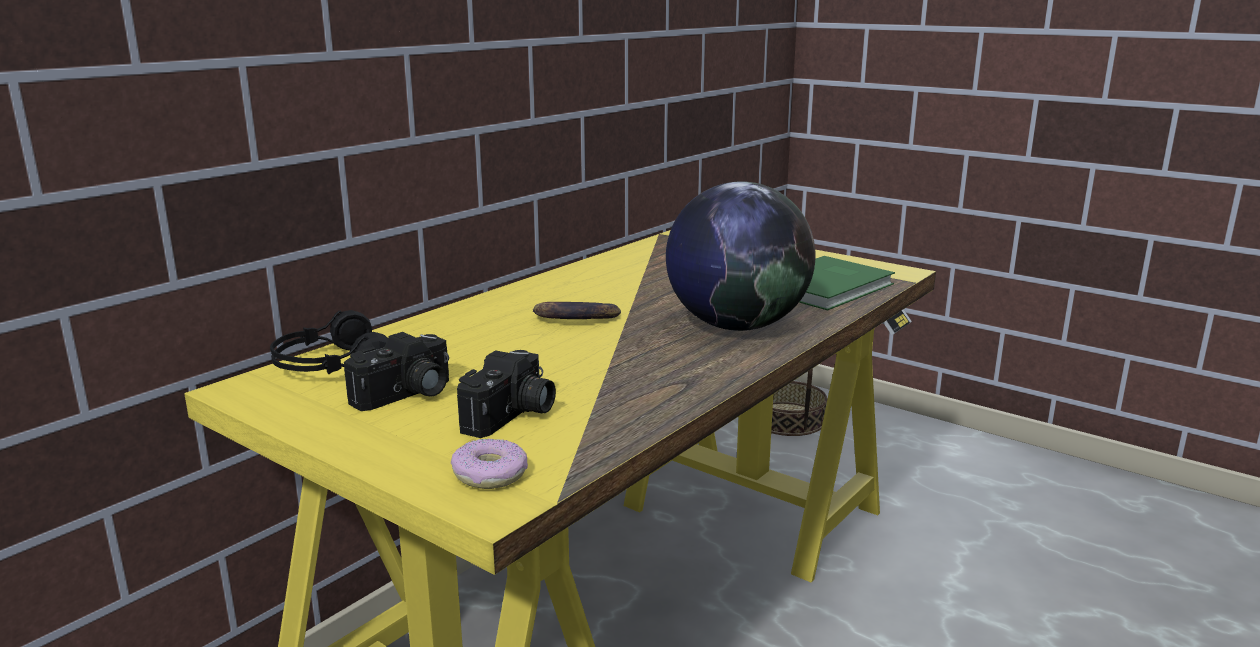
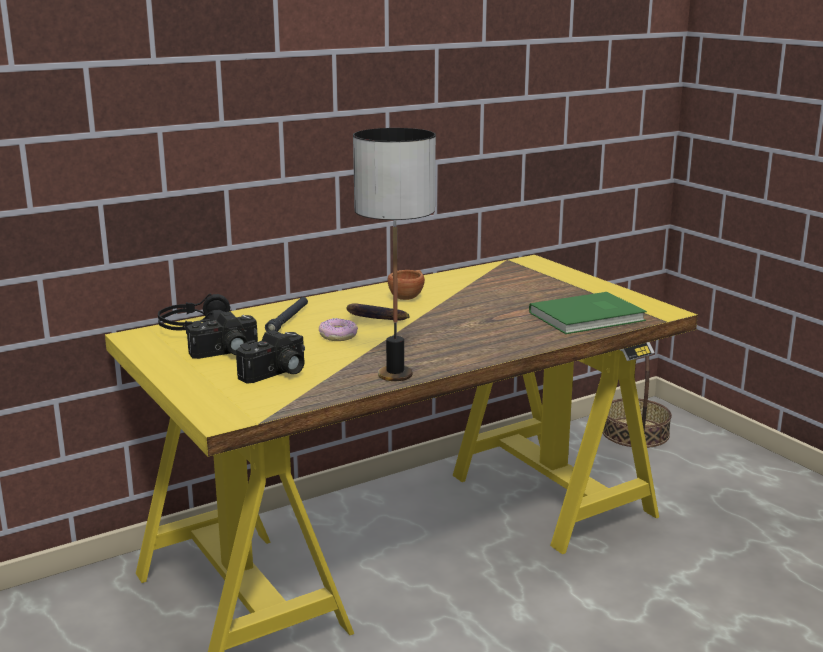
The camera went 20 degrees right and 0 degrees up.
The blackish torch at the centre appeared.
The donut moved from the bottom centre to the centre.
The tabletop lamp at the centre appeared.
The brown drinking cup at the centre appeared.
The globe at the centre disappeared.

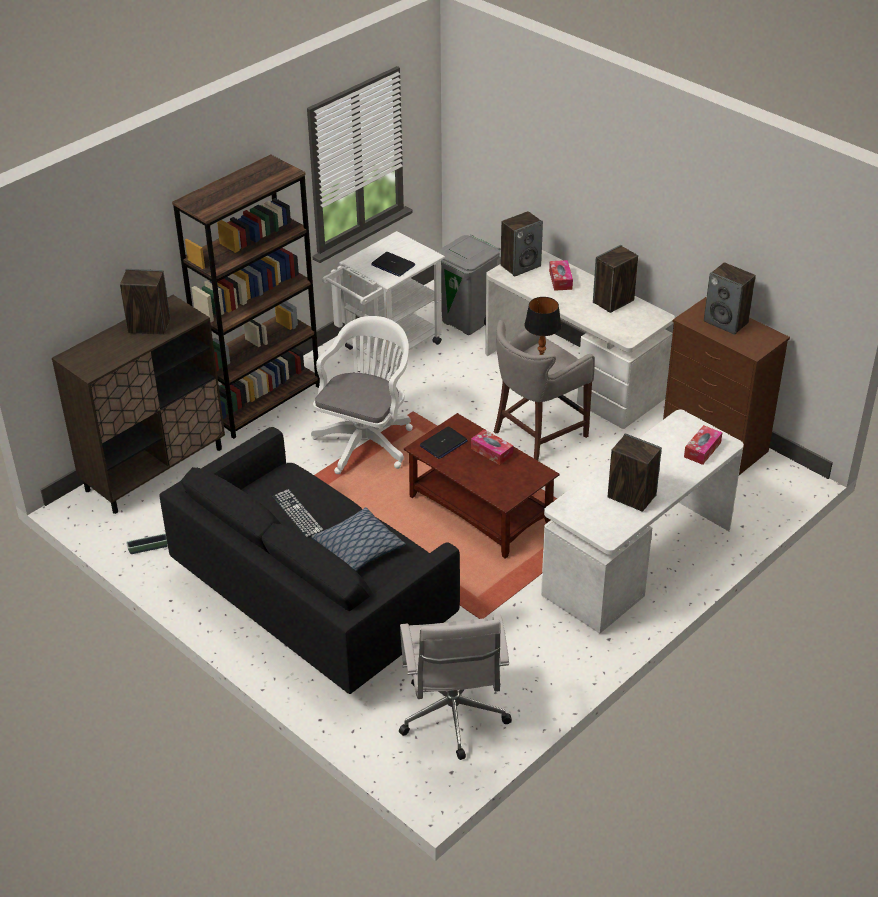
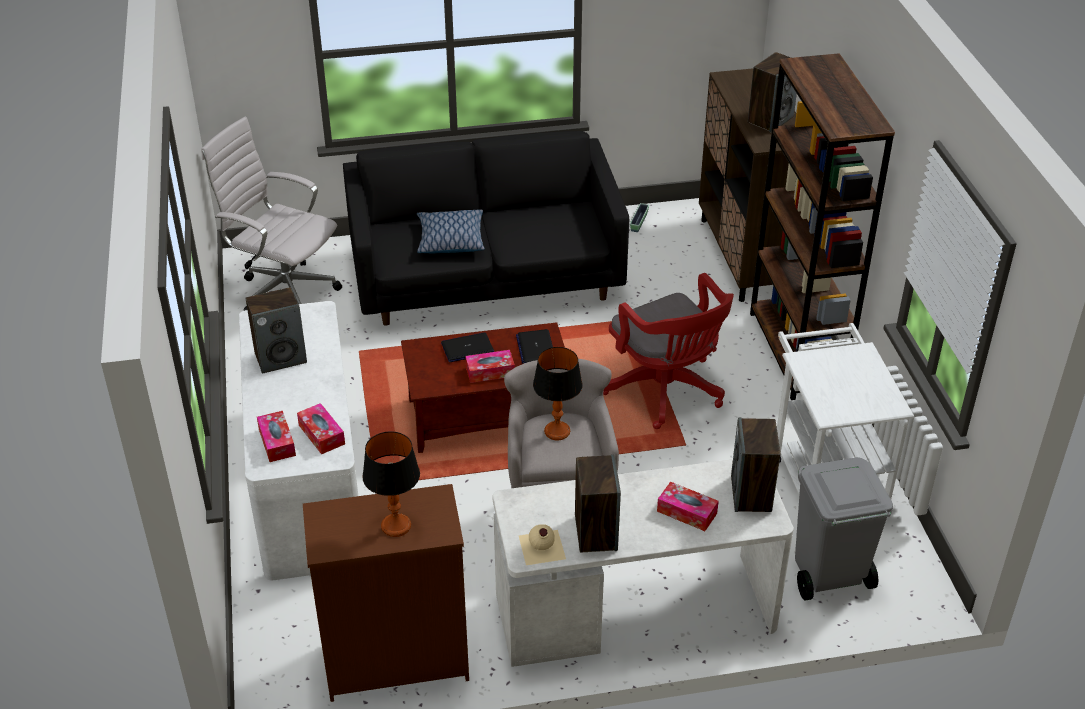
The camera went 125 degrees right and 0 degrees up.
The tissue holder (2nd from left) at the middle left appeared.
The audio speaker (5th from left) at the top right was replaced by the tabletop lamp (1st from left) at the bottom centre.
The portable computer (1st from left) moved from the top centre to the centre.
The beige bottle at the bottom centre appeared.
The whitish office chair (1st from left) at the centre became the red-coloured office chair at the centre.
The keyboard at the centre disappeared.

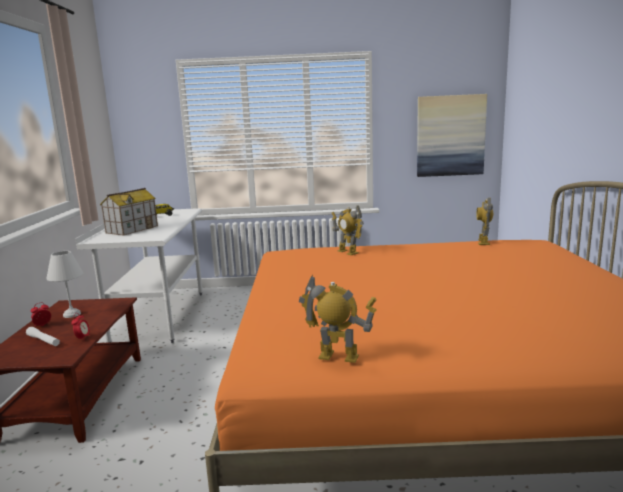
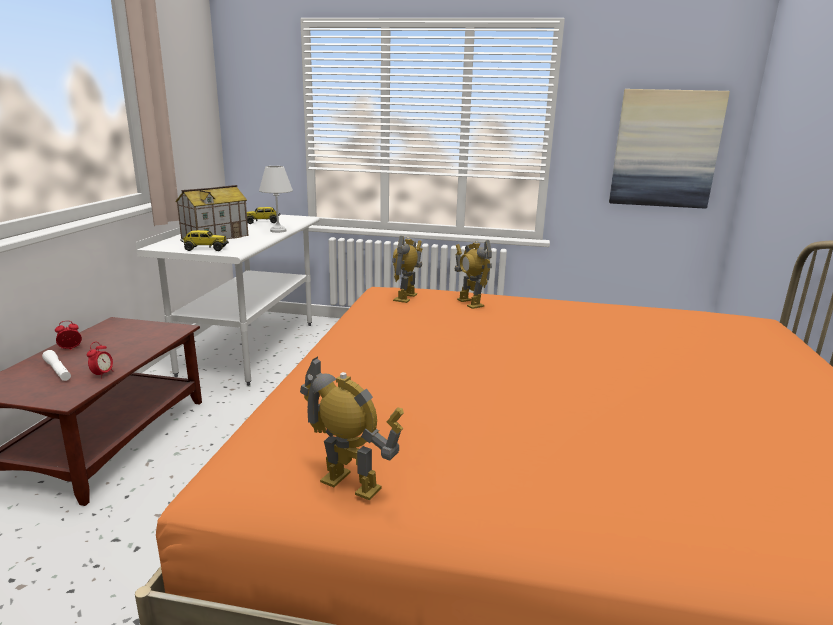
The camera went 10 degrees right and 5 degrees up.
The toy lorry (1st from left) at the middle left appeared.
The whitish tabletop lamp moved from the middle left to the top left.
The model robot (3rd from left in the first image) moved from the middle right to the centre.

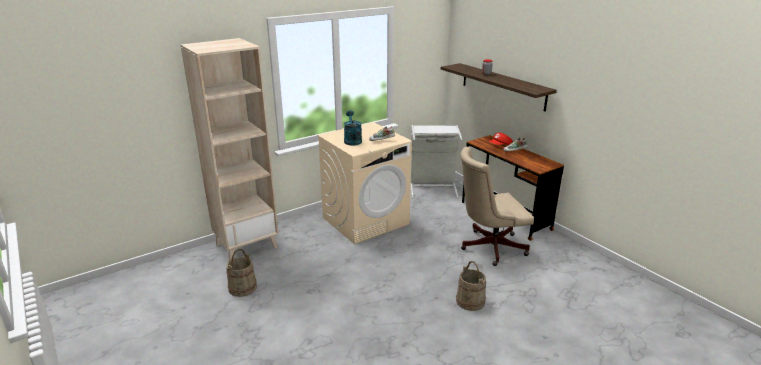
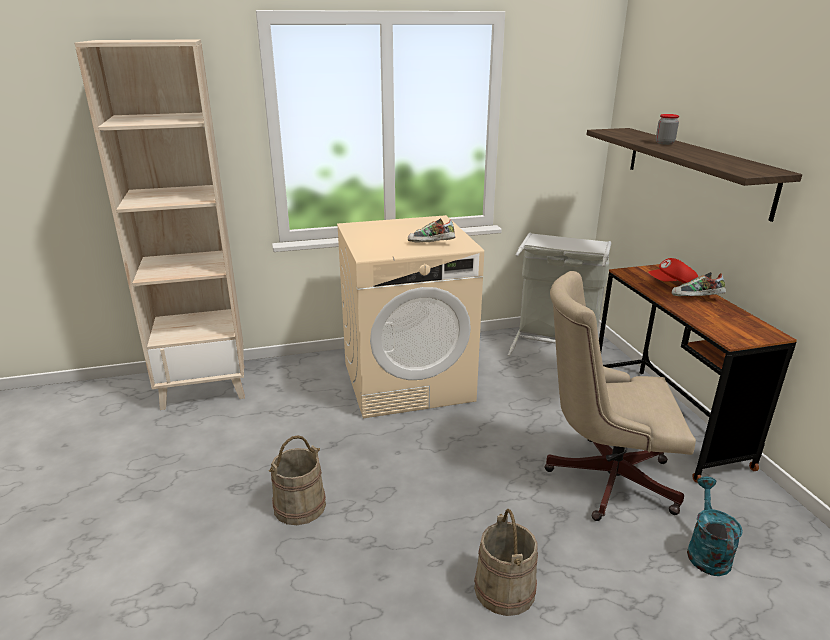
The camera went 20 degrees right and 0 degrees up.
The beige pail (1st from left) moved from the bottom left to the bottom centre.
The turquoise-coloured sprinkling can moved from the centre to the bottom right.

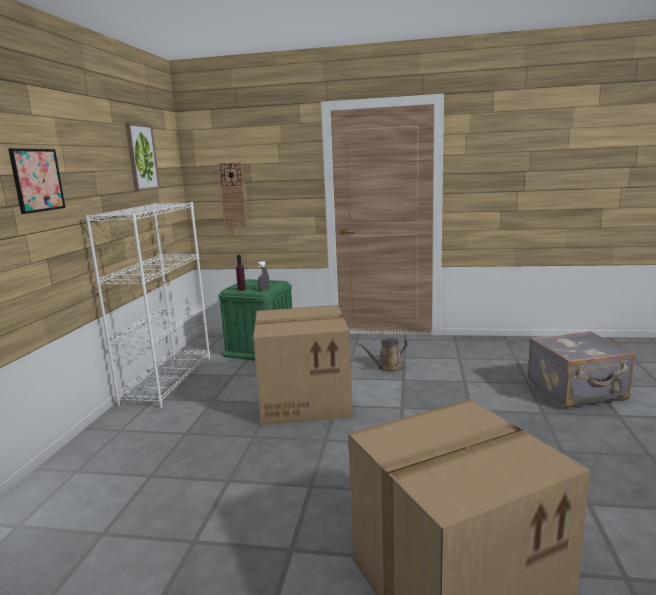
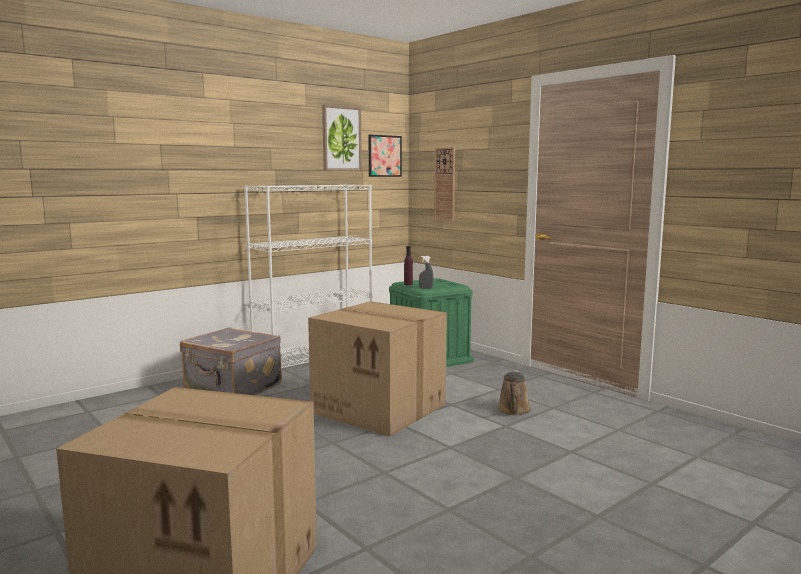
The camera went 40 degrees right and 5 degrees down.
The gray piece of luggage moved from the middle right to the middle left.
The wall art (1st from left in the first image) moved from the top left to the top centre.
The brown sprinkling can at the centre turned 90 degrees counterclockwise.

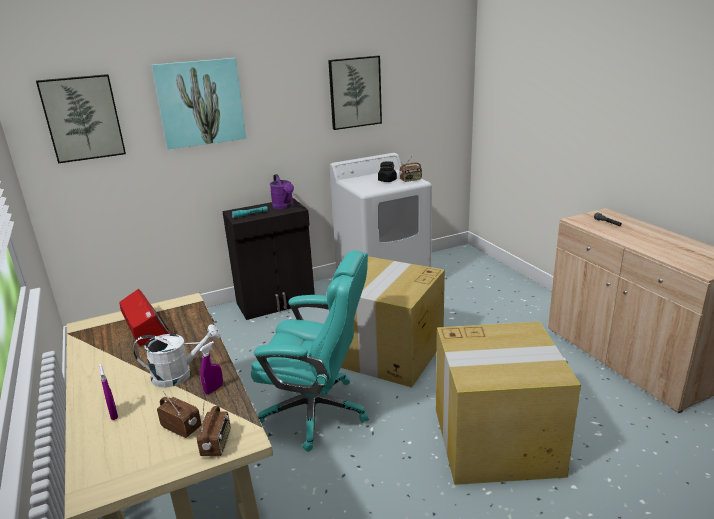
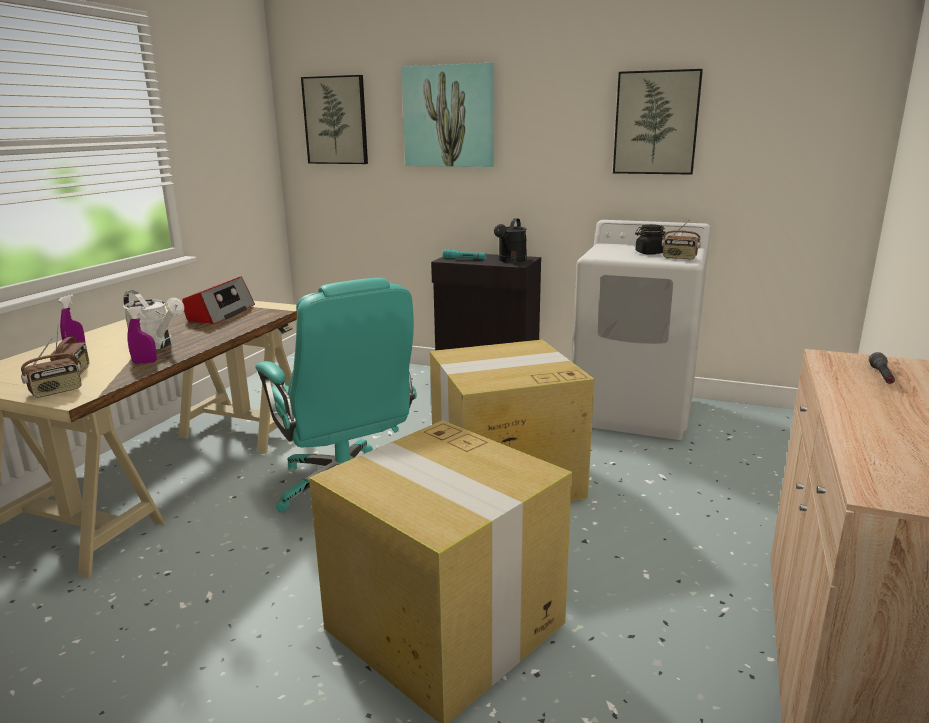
The camera went 45 degrees right and 5 degrees down.
The purplish sprinkling can at the centre became the blackish sprinkling can at the top centre.

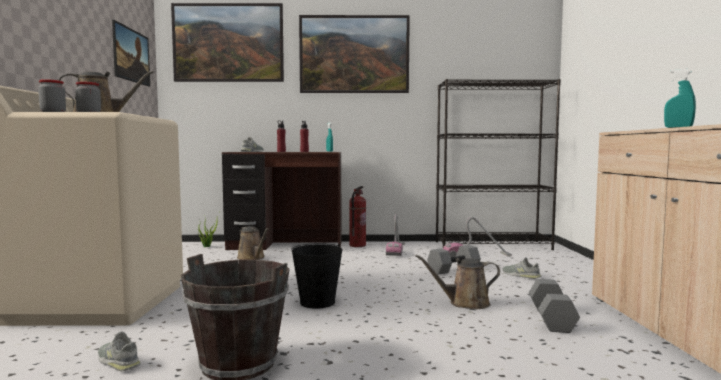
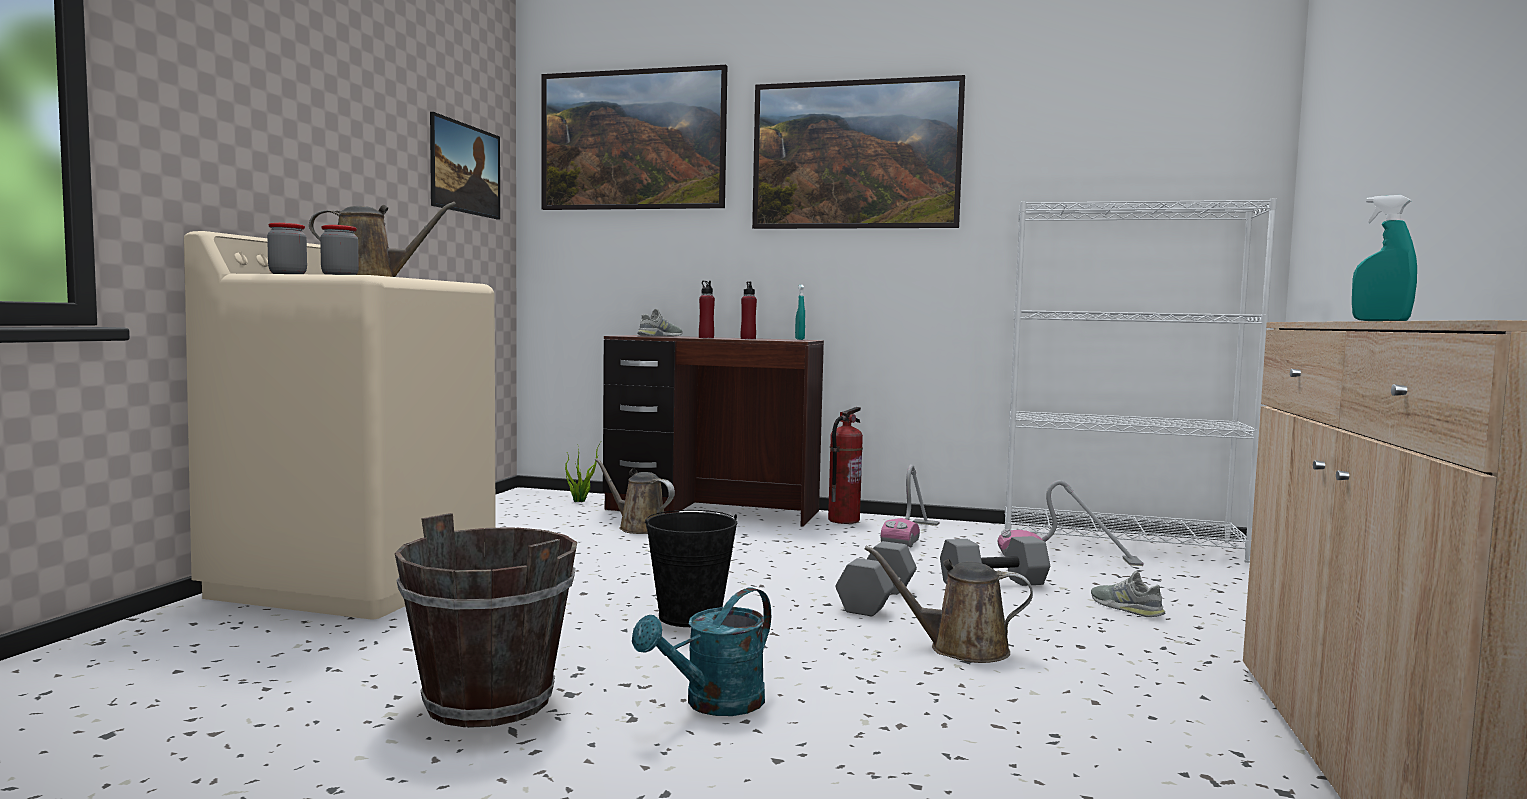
The camera went 15 degrees right and 0 degrees up.
The brown sprinkling can (2nd from left) at the centre turned 150 degrees clockwise.
The turquoise-coloured sprinkling can at the bottom centre appeared.
The gray hand weight (2nd from left in the first image) moved from the bottom right to the bottom centre.
The blackish bookcase at the middle right became the whitish bookcase at the middle right.
The gray low shoe (1st from left) at the bottom left disappeared.

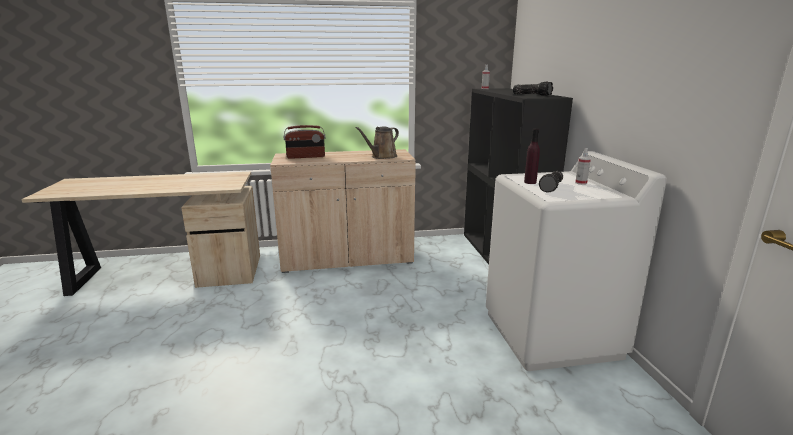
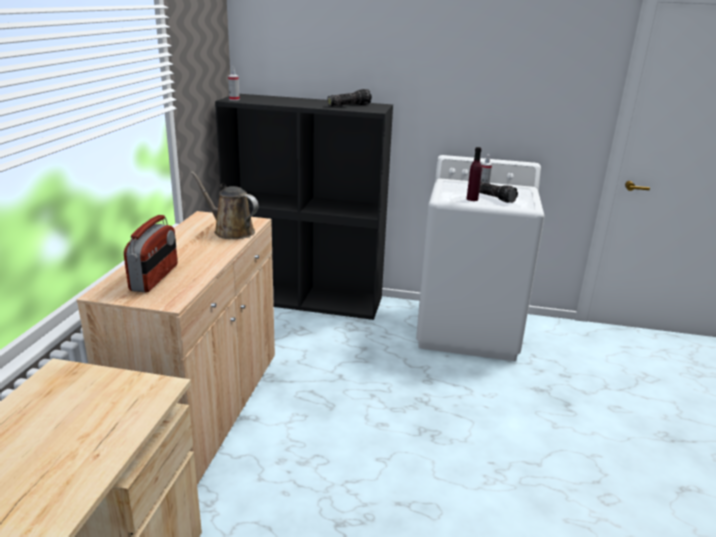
The camera went 70 degrees left and 5 degrees up.
The brown sprinkling can at the top centre turned 150 degrees clockwise.

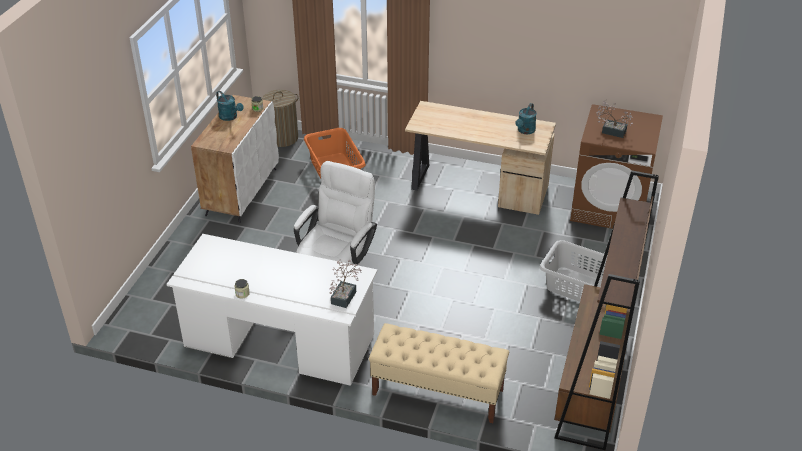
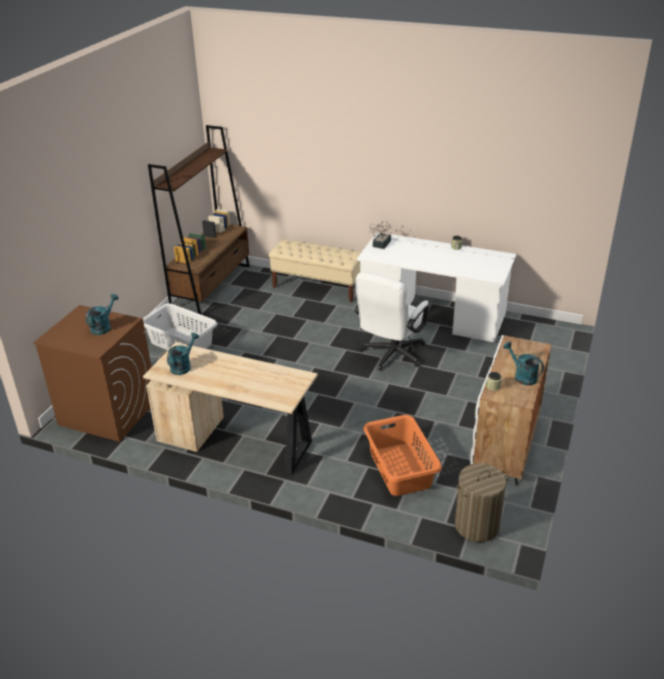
The camera went 175 degrees left and 5 degrees down.
The plant in a pot (2nd from left) at the top right was replaced by the turquoise-coloured sprinkling can (1st from left) at the middle left.

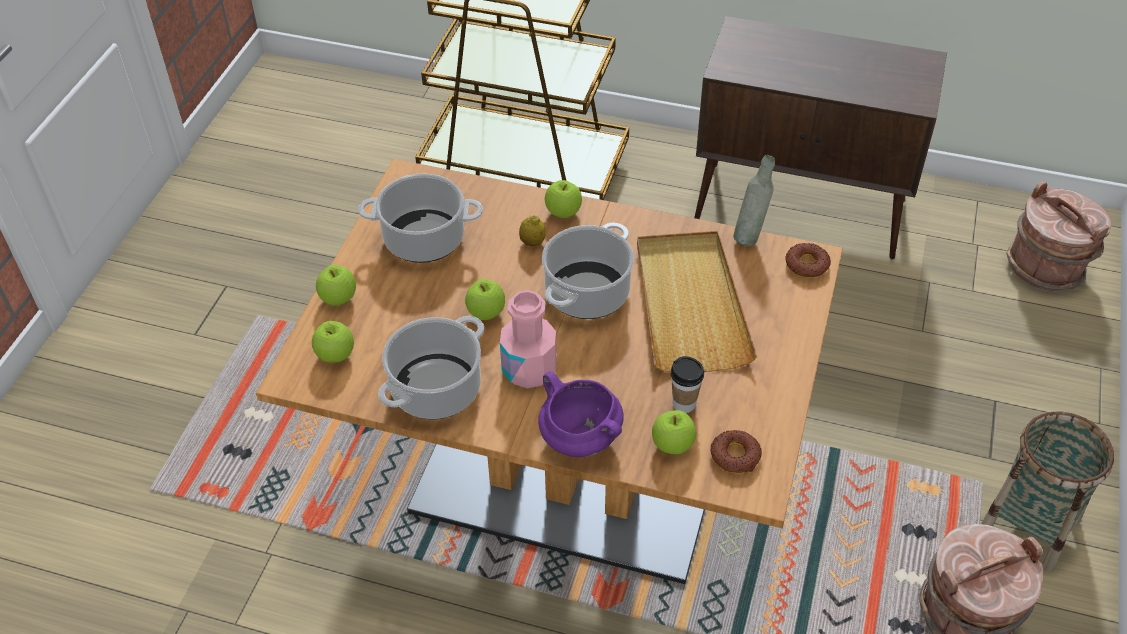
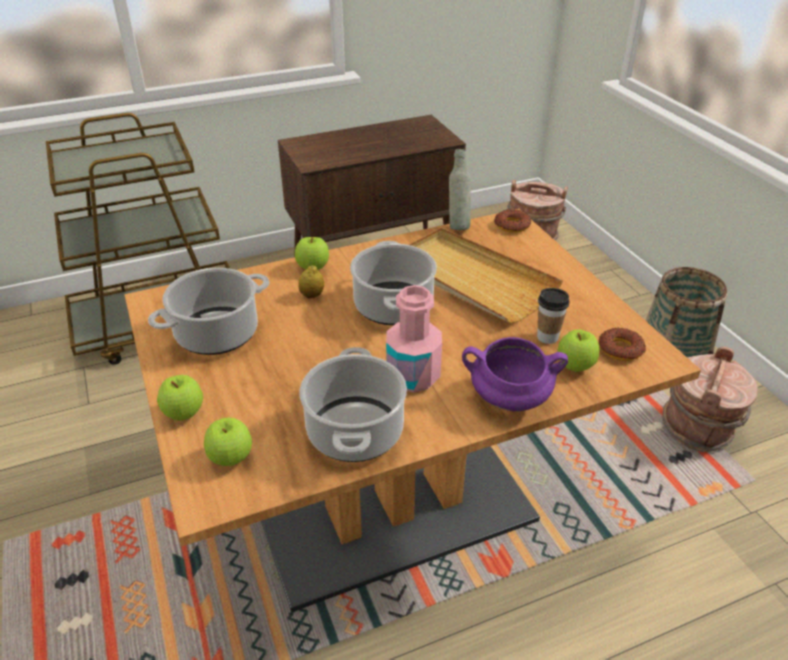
The camera went 40 degrees left and 10 degrees down.
The apple fruit (3rd from left) at the centre disappeared.

